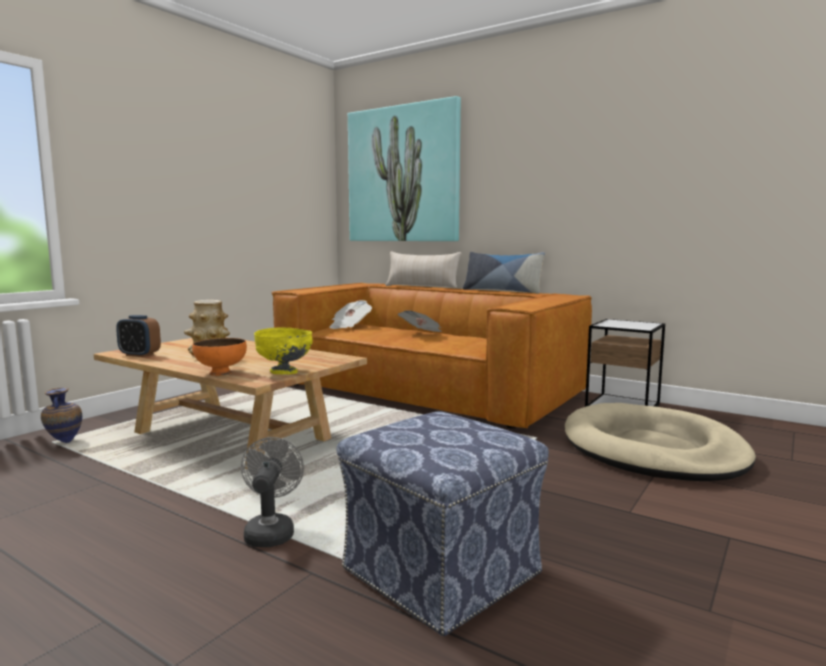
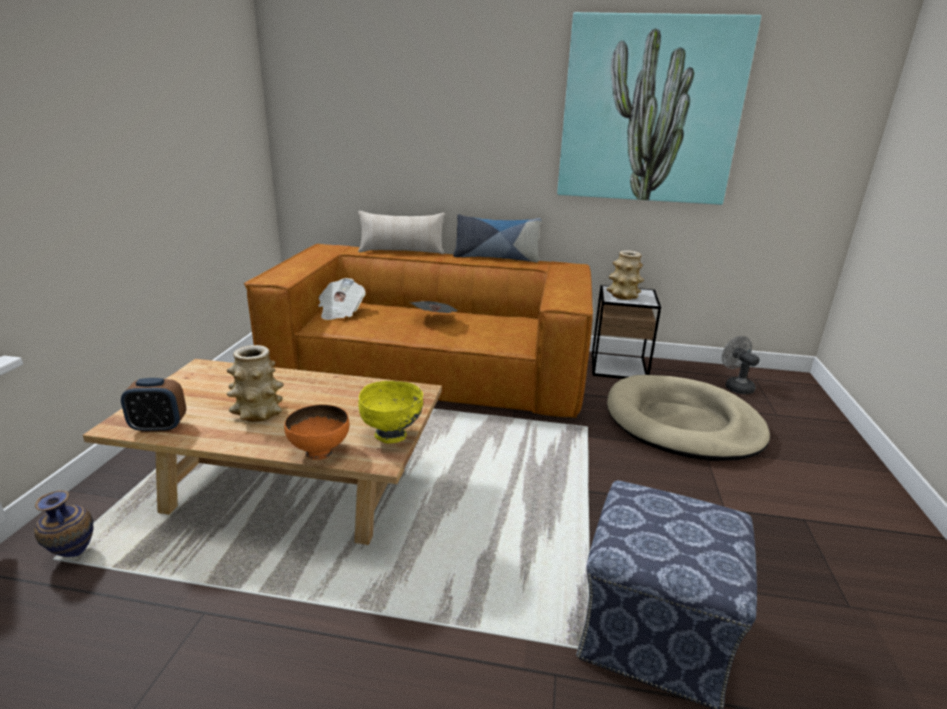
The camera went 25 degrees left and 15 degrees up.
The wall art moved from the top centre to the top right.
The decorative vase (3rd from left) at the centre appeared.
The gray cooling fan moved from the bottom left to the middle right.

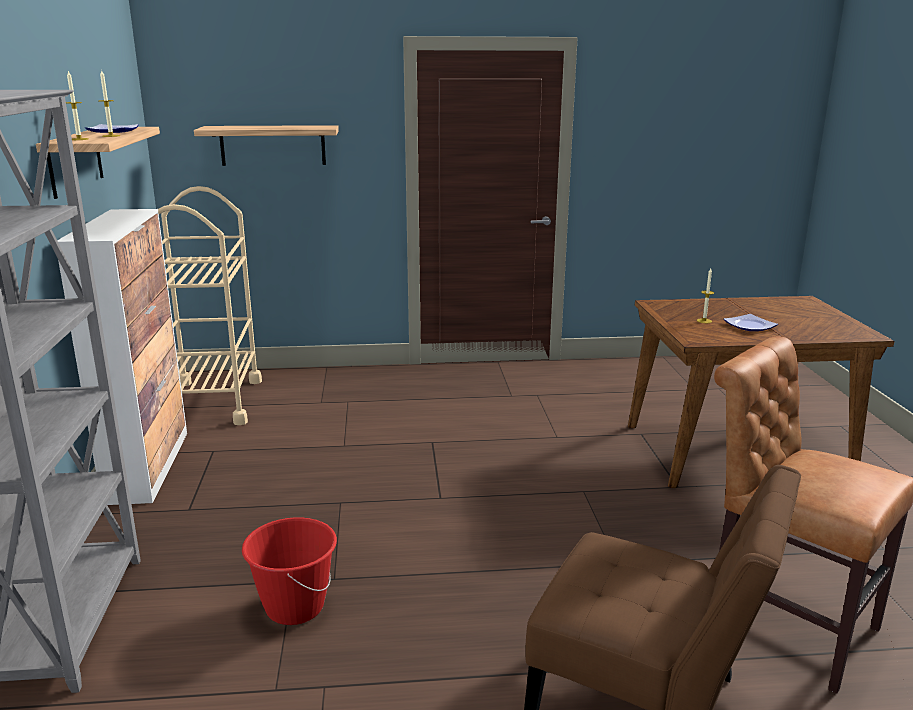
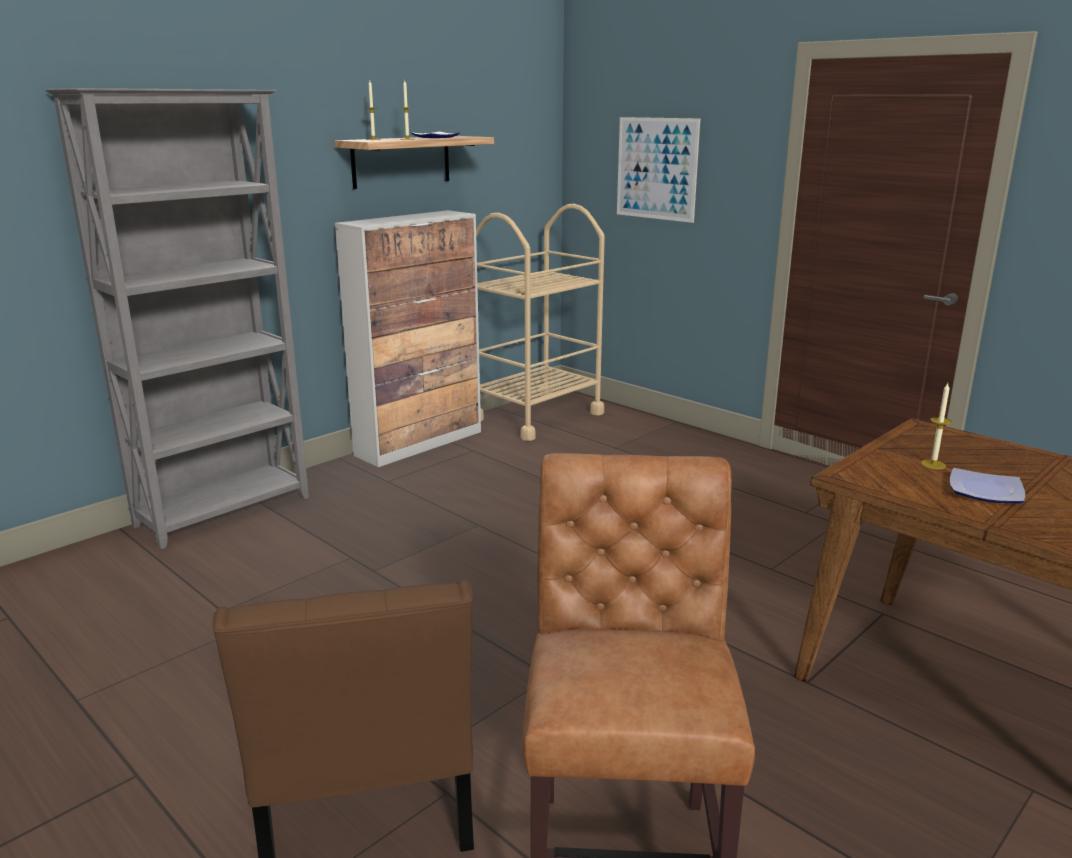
The camera went 50 degrees right and 0 degrees up.
The wall shelf (2nd from left) at the top left was replaced by the wall art at the top centre.
The red-coloured pail at the bottom left disappeared.

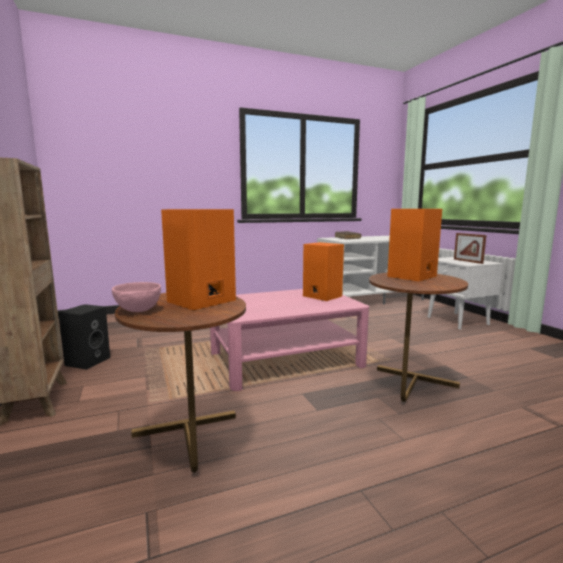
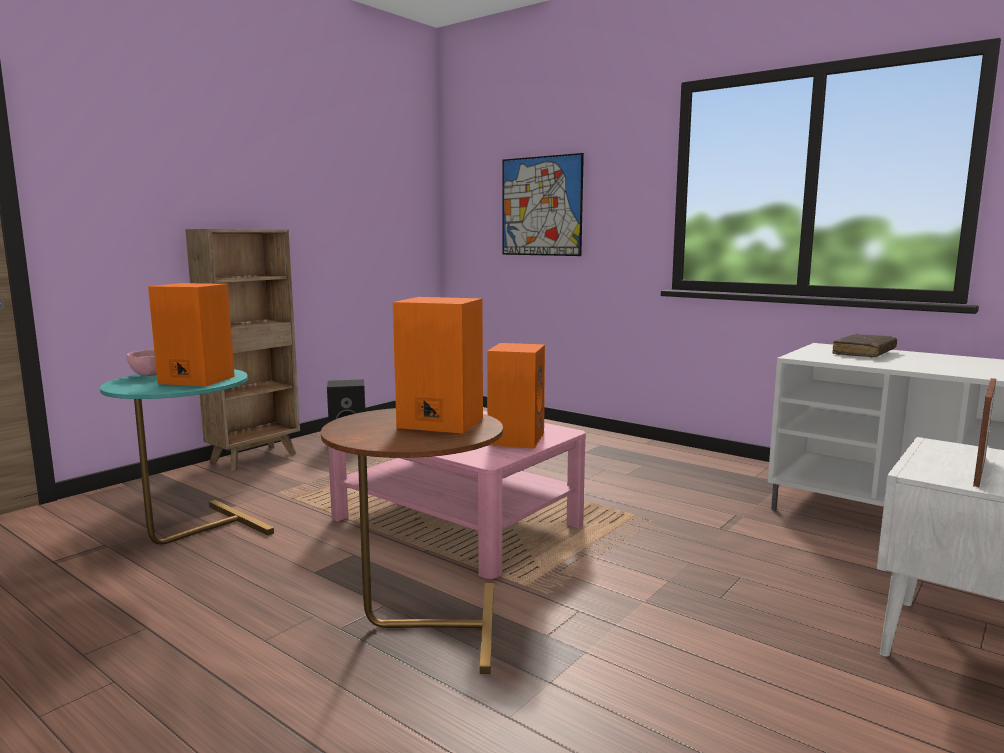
The camera went 60 degrees right and 0 degrees up.
The brown accent table (1st from left) at the bottom left became the turquoise-coloured accent table at the middle left.
The wall art at the top centre appeared.

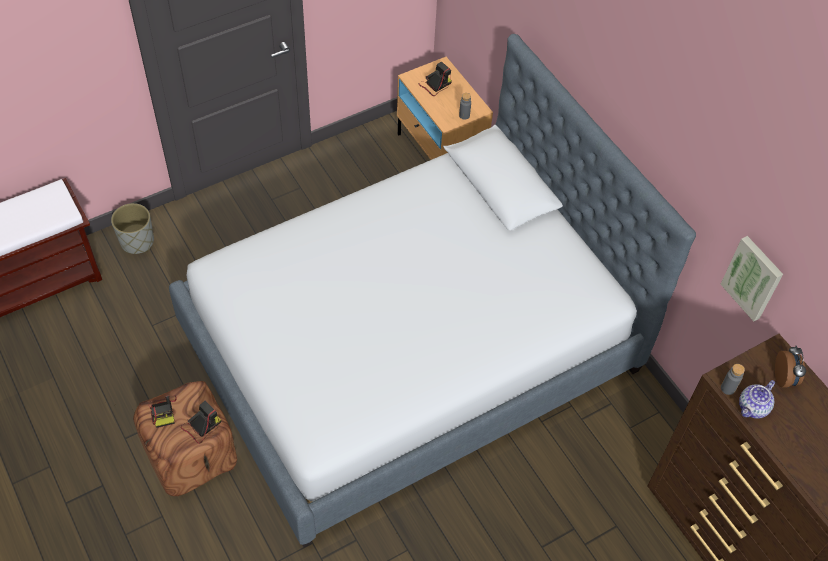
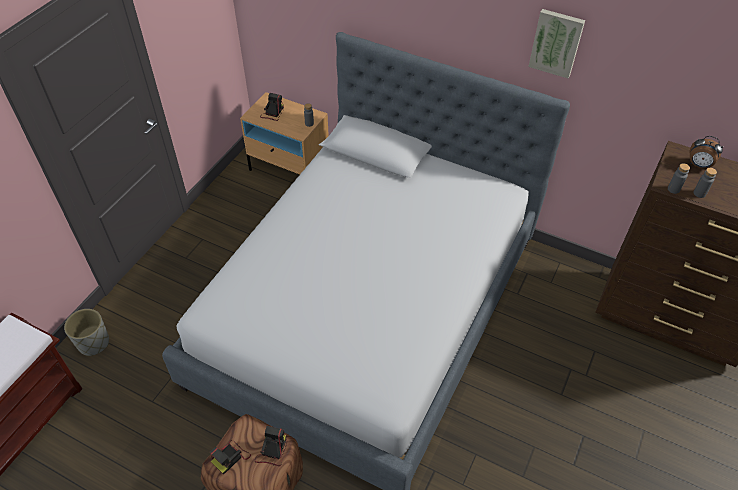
The camera went 30 degrees left and 5 degrees down.
The photo camera (1st from left) at the bottom left turned 90 degrees clockwise.
The wall art moved from the middle right to the top right.
The table clock at the middle right turned 150 degrees clockwise.
The pot for tea at the bottom right was replaced by the gray bottle (3rd from left) at the middle right.

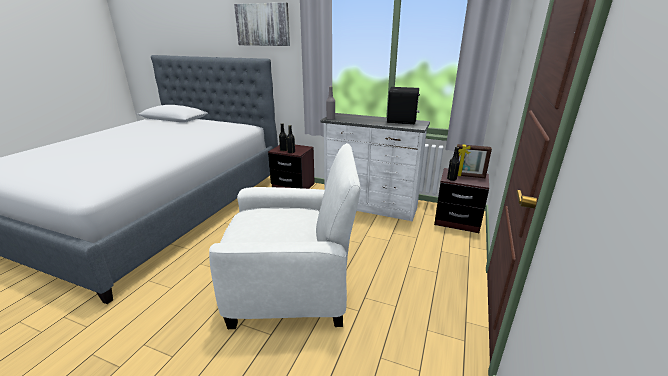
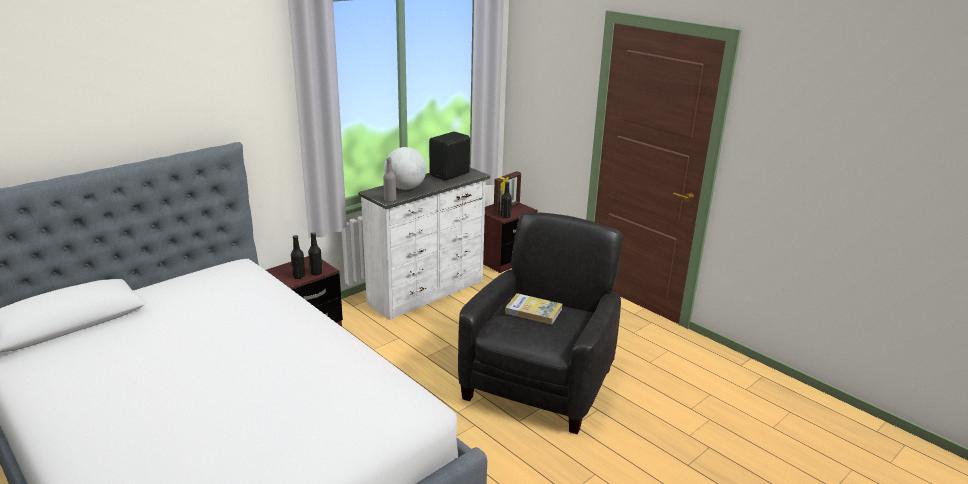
The camera went 65 degrees left and 0 degrees up.
The globe at the centre appeared.
The whitish lounge chair at the centre became the blackish lounge chair at the bottom centre.
The bound book at the centre appeared.
The wall art at the top centre disappeared.

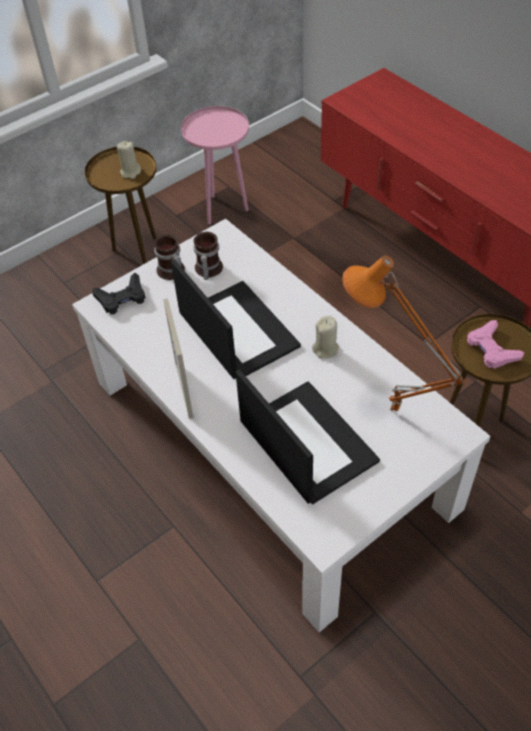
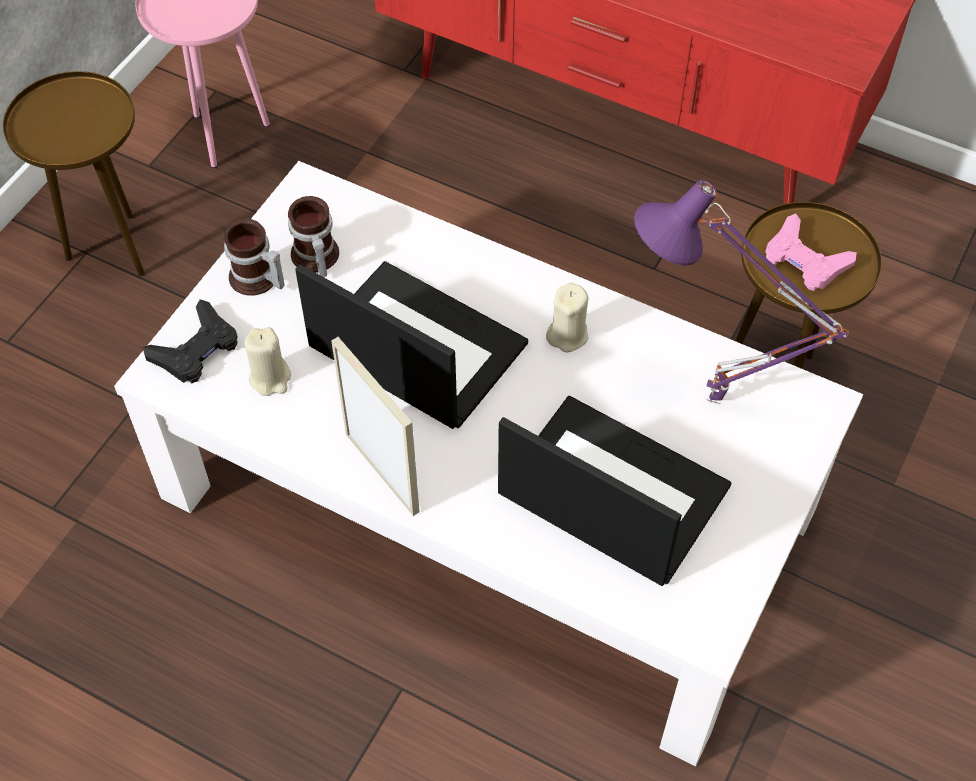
The camera went 25 degrees left and 5 degrees up.
The beige wax candle (1st from left) moved from the top left to the middle left.
The orange tabletop lamp at the middle right became the purplish tabletop lamp at the middle right.

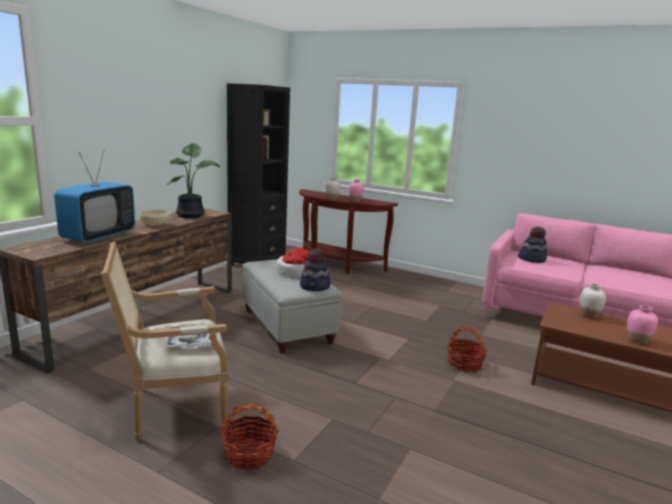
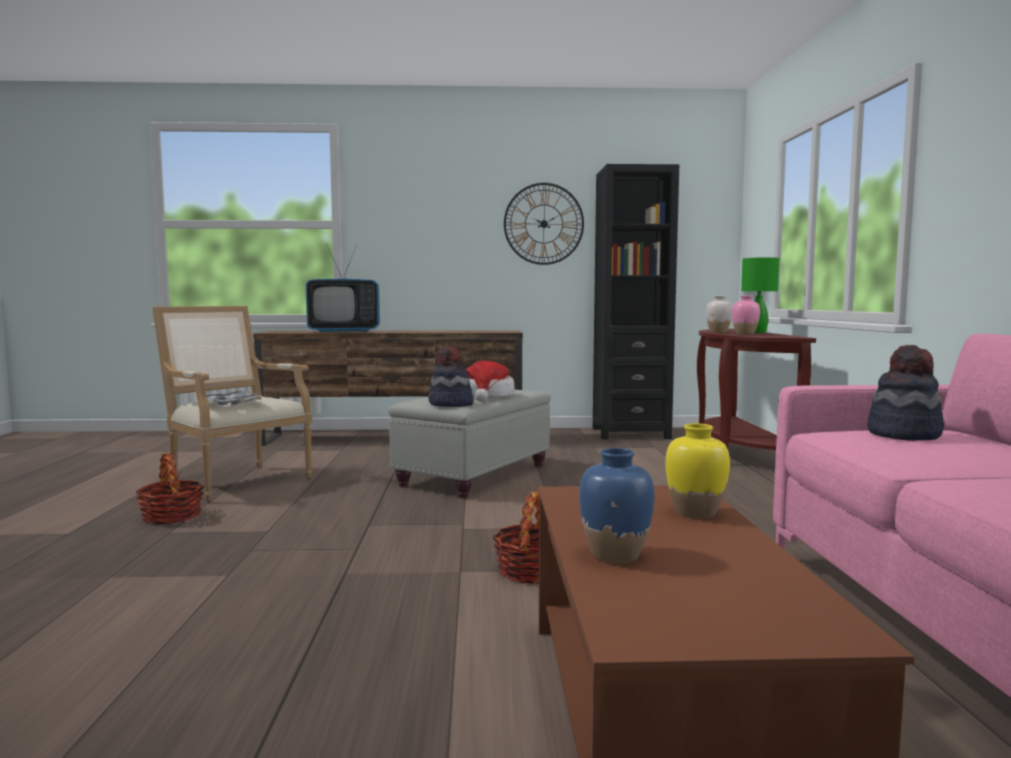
The camera went 60 degrees right and 10 degrees down.
The wall clock at the top centre appeared.
The pinkish decorative vase (2nd from left) at the middle right became the bluish decorative vase at the bottom centre.
The whitish decorative vase (2nd from left) at the middle right became the yellow decorative vase at the middle right.
The greenish tabletop lamp at the middle right appeared.
The beige bowl at the middle left disappeared.
The plant in a pot at the middle left disappeared.

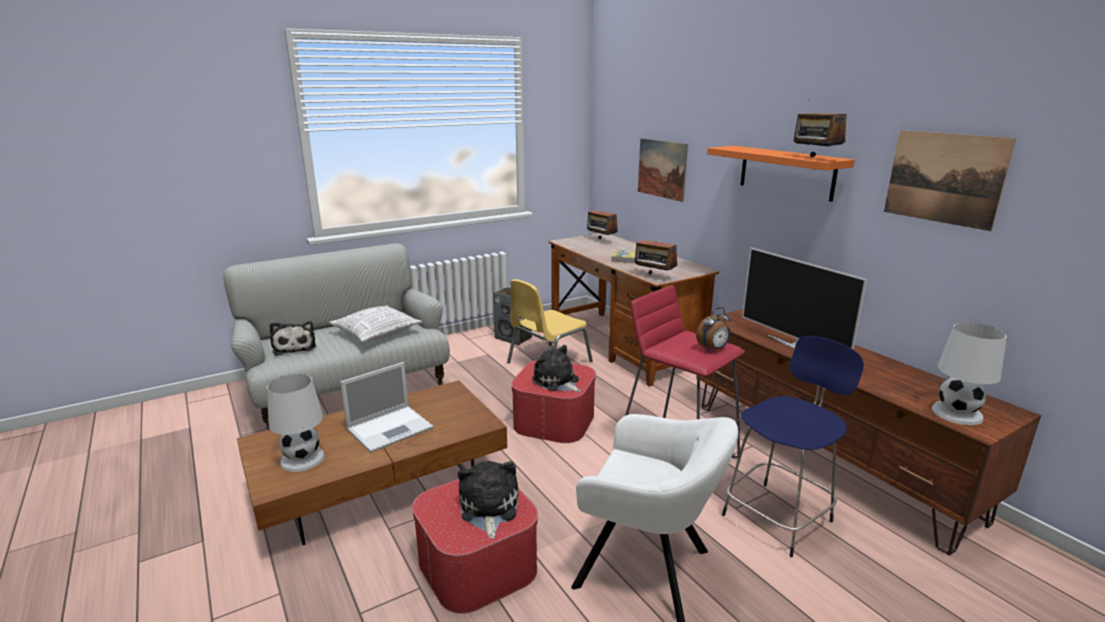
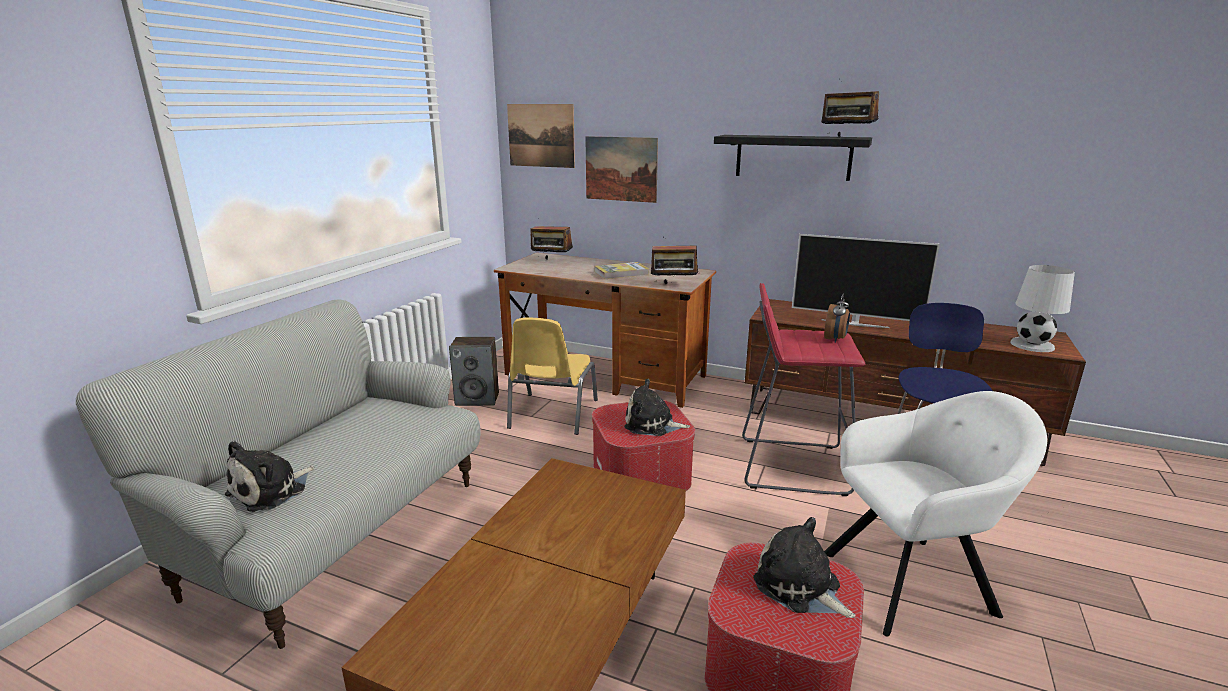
The camera went 35 degrees left and 0 degrees up.
The soft toy (1st from left) at the middle left turned 90 degrees clockwise.
The wall art (2nd from left in the first image) moved from the top right to the top centre.
The orange wall shelf at the top right became the blackish wall shelf at the top centre.
The whitish tabletop lamp (1st from left) at the bottom left disappeared.
The throw pillow at the centre disappeared.
The portable computer at the centre disappeared.

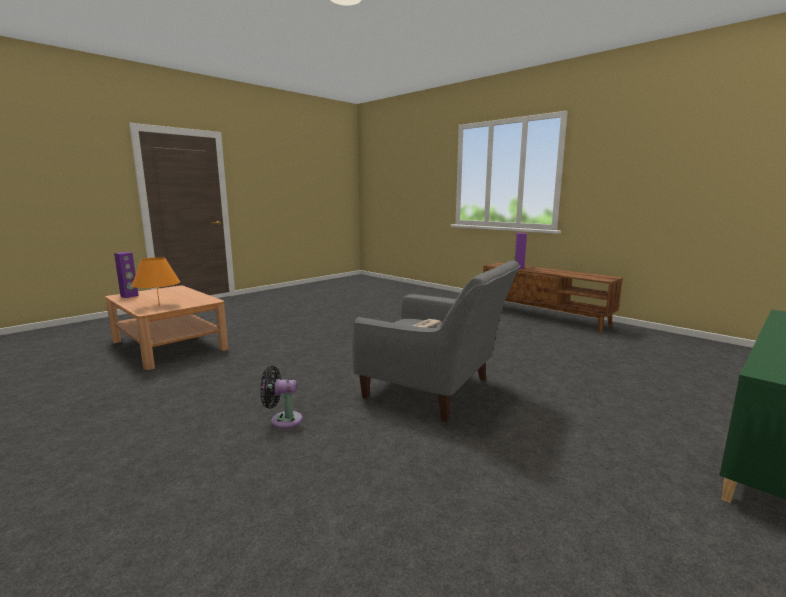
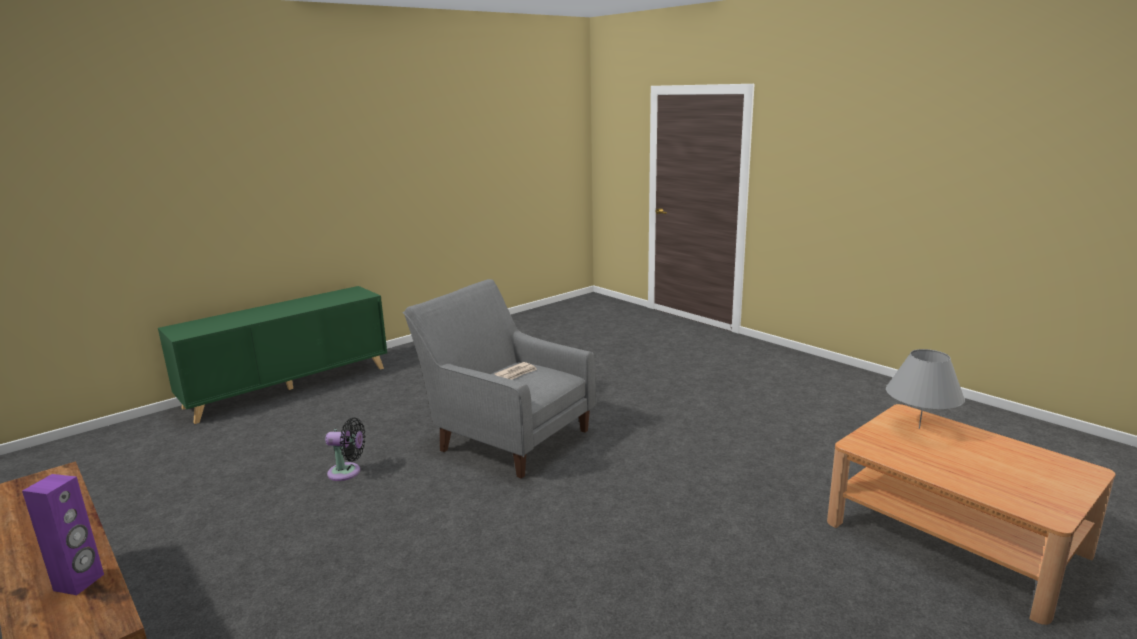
The camera went 175 degrees left and 5 degrees up.
The blackish cooling fan moved from the centre to the bottom left.
The orange tabletop lamp at the middle left became the gray tabletop lamp at the middle right.
The purplish audio speaker (1st from left) at the middle left disappeared.

